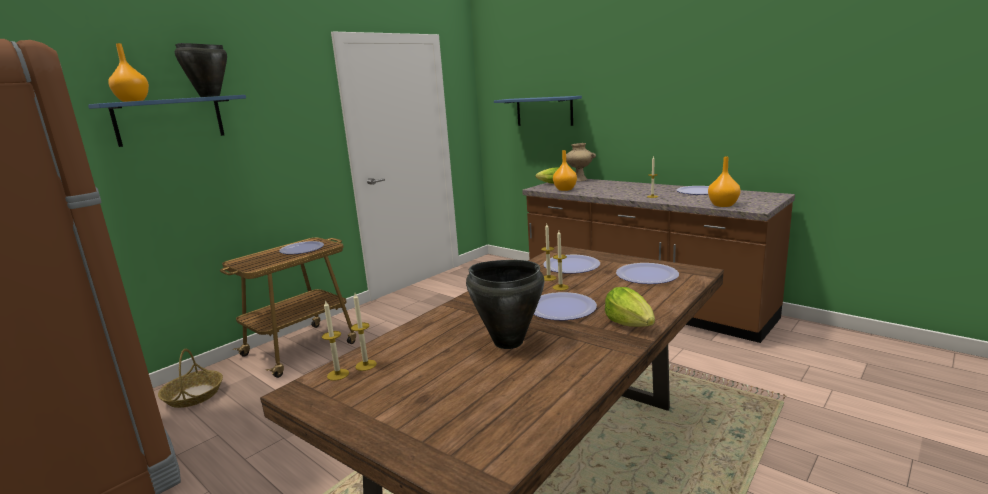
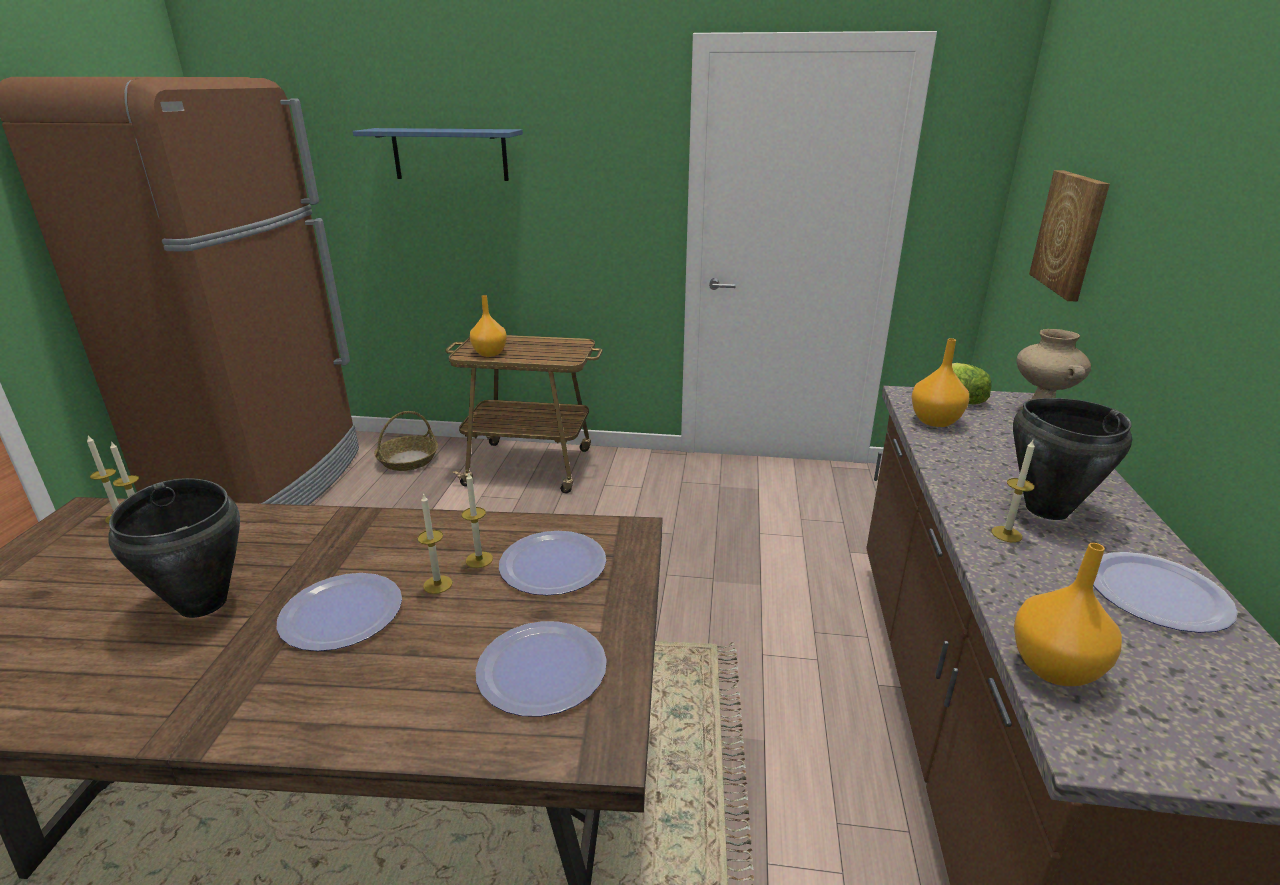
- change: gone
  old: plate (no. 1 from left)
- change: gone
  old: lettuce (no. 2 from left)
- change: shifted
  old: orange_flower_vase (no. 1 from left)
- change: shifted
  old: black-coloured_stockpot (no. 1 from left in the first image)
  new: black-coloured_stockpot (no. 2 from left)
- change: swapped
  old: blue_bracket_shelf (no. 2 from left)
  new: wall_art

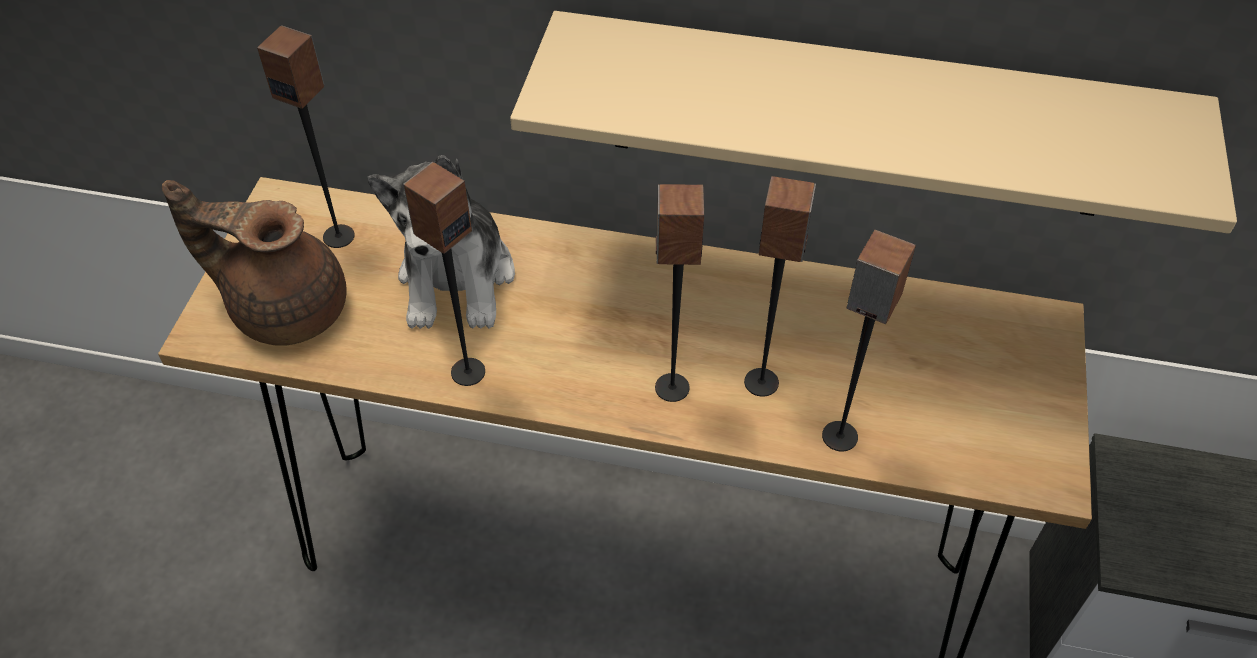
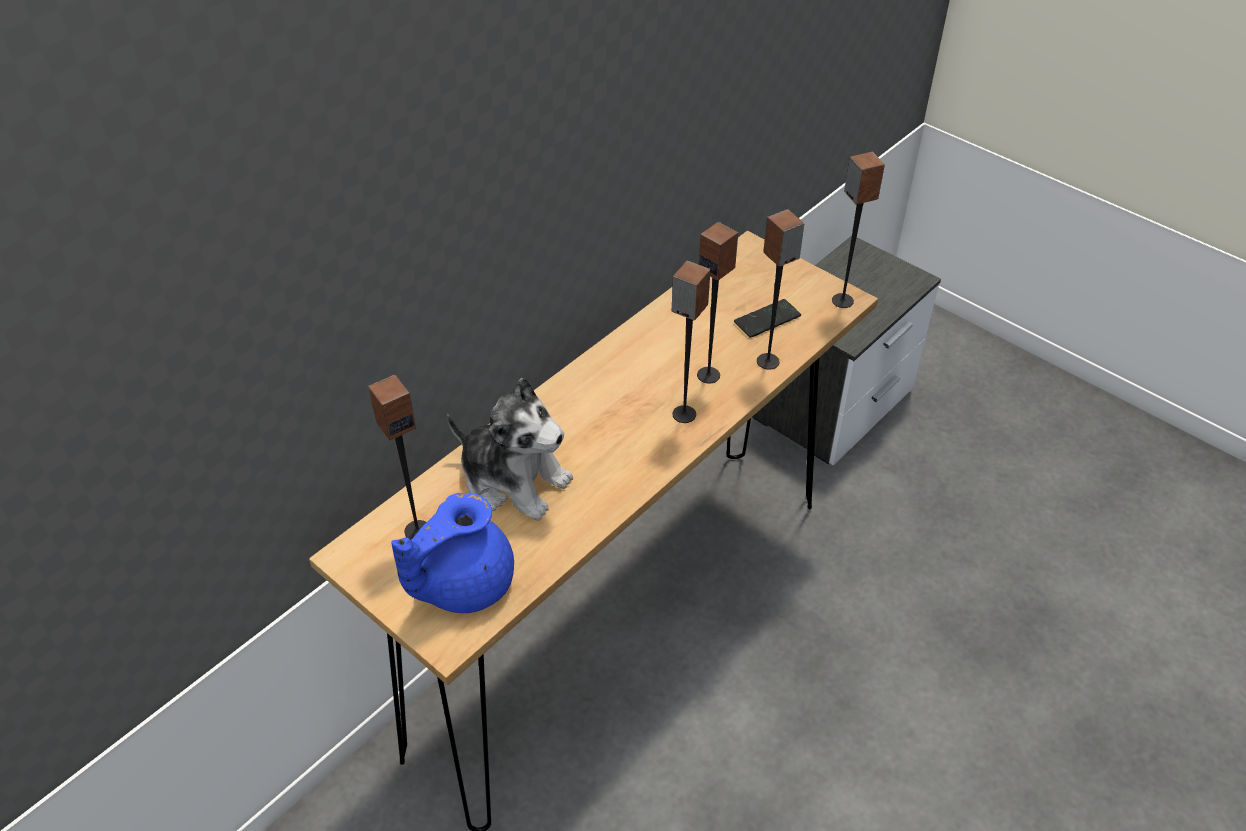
- change: gone
  old: beige_bracket_shelf
- change: new
  new: phone
- change: shifted
  old: speaker (no. 2 from left in the first image)
  new: speaker (no. 5 from left)
- change: repainted
  old: brown-coloured_teapot
  new: blue_teapot

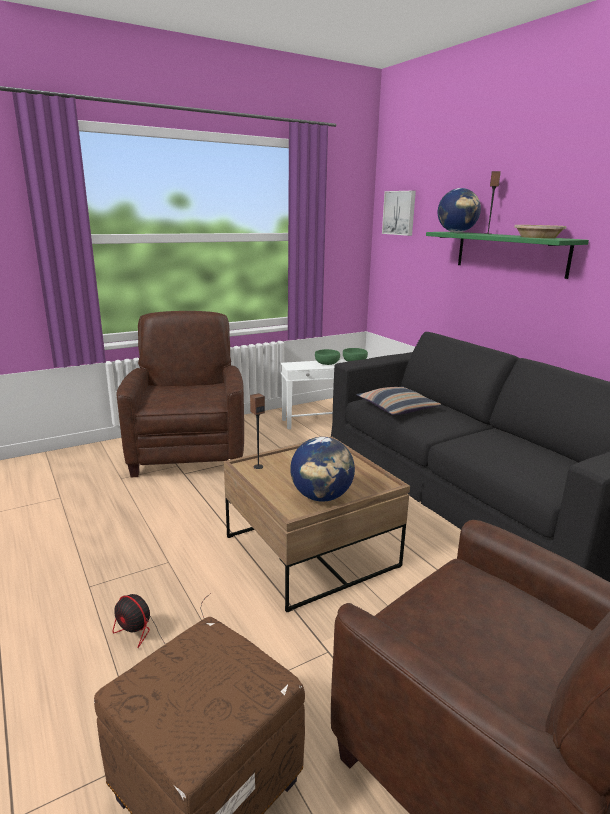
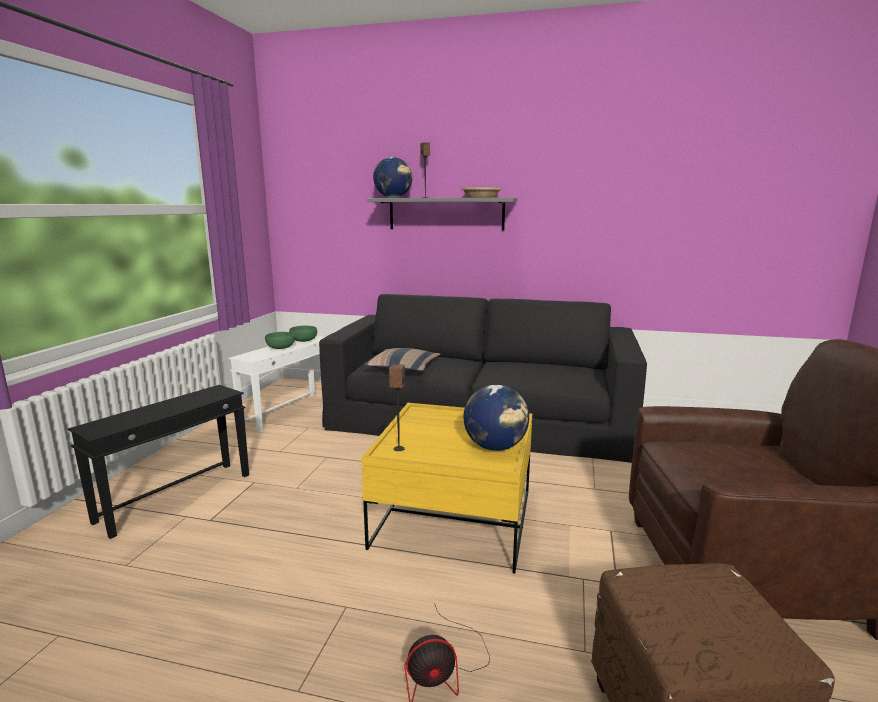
- change: gone
  old: wall_art
- change: swapped
  old: brown-coloured_lounge_chair (no. 1 from left)
  new: black-coloured_accent_table
- change: repainted
  old: brown-coloured_coffee_table
  new: yellow-coloured_coffee_table
- change: repainted
  old: green-coloured_bracket_shelf
  new: grey_bracket_shelf

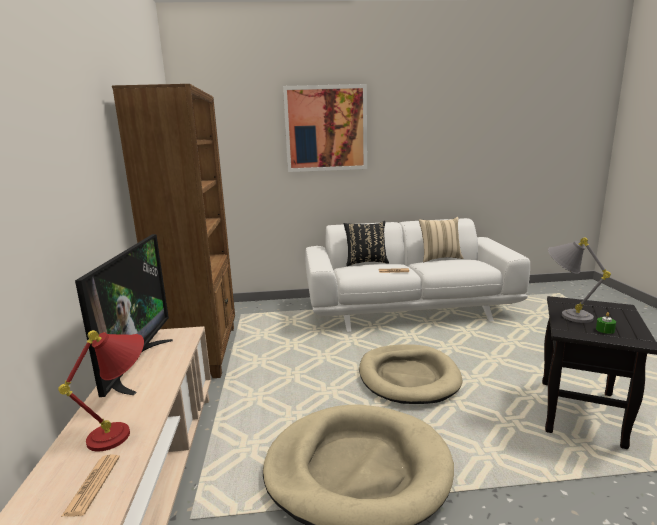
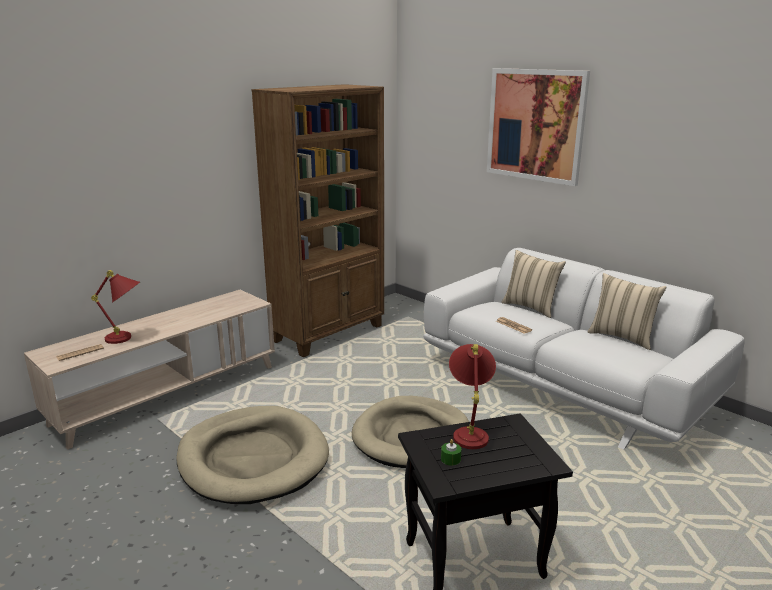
- change: gone
  old: TV
- change: repainted
  old: black-coloured_throw_pillow
  new: beige_throw_pillow (no. 1 from left)
- change: repainted
  old: grey_table_lamp
  new: reddish_table_lamp (no. 2 from left)

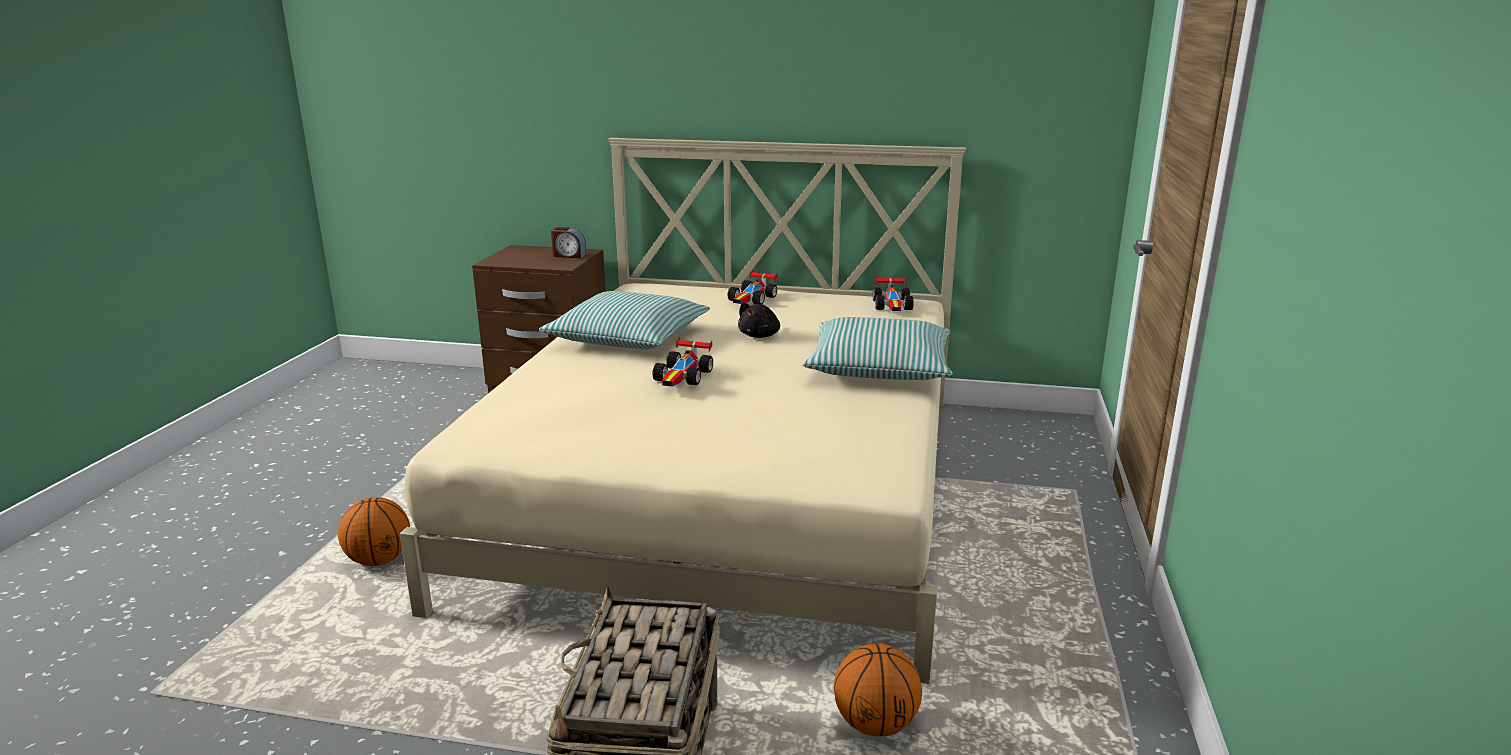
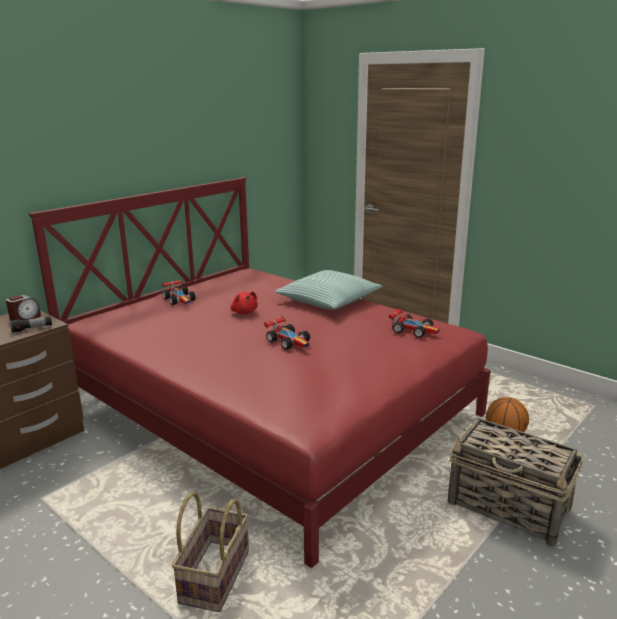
- change: gone
  old: throw_pillow (no. 1 from left)
- change: new
  new: flashlight
- change: shifted
  old: model_car (no. 3 from left)
- change: swapped
  old: basketball_ball (no. 1 from left)
  new: household_basket (no. 1 from left)
- change: repainted
  old: beige_bed
  new: reddish_bed
- change: repainted
  old: black-coloured_cuddly_toy
  new: reddish_cuddly_toy

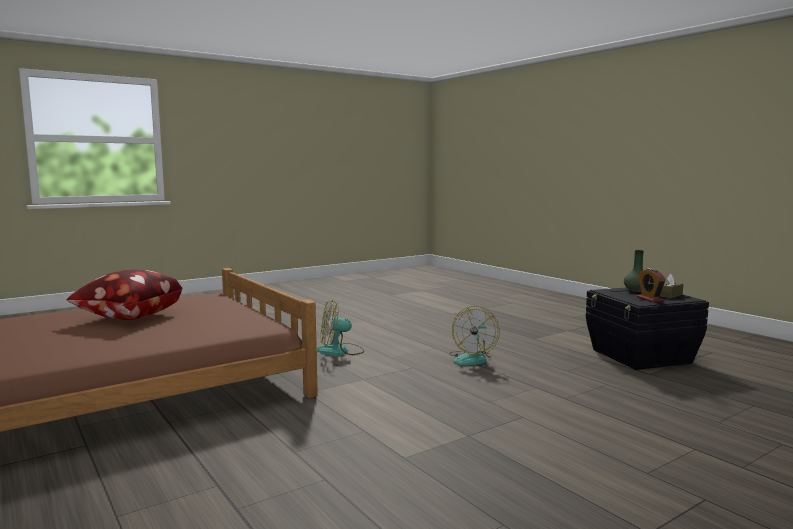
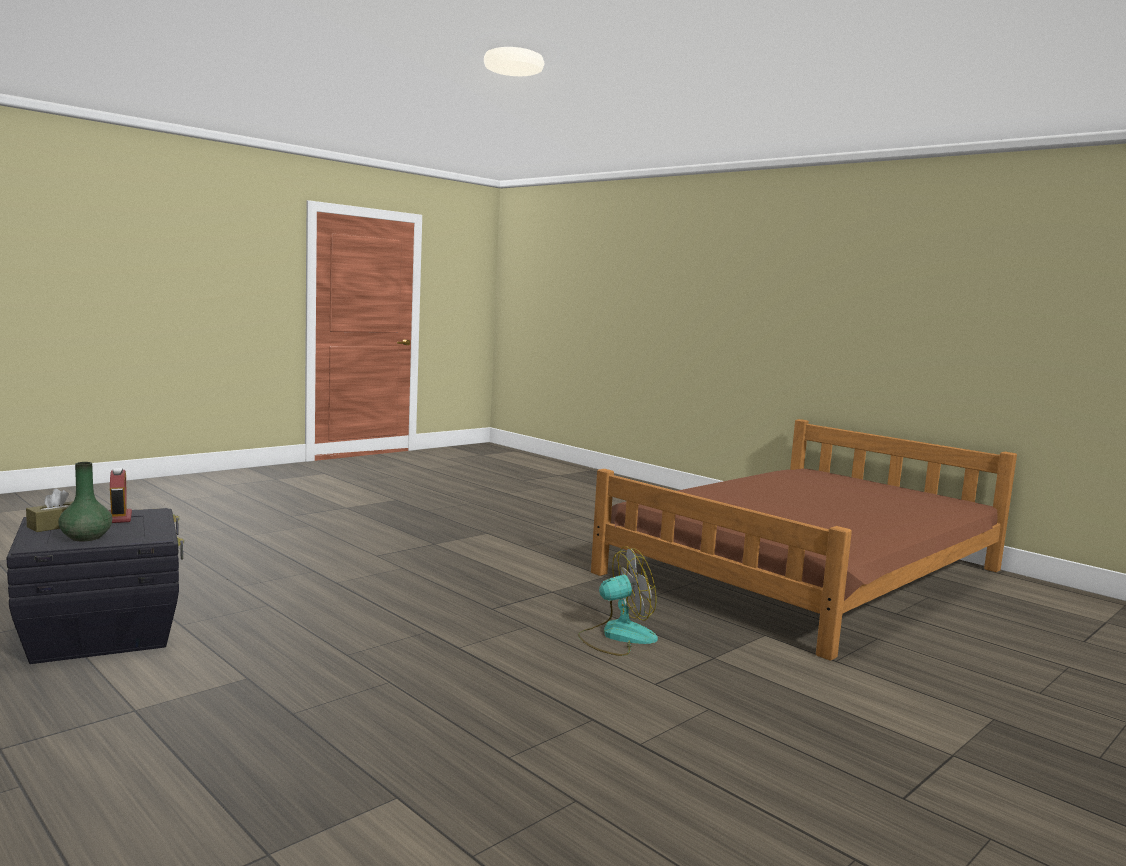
- change: gone
  old: throw_pillow
- change: gone
  old: fan (no. 2 from left)

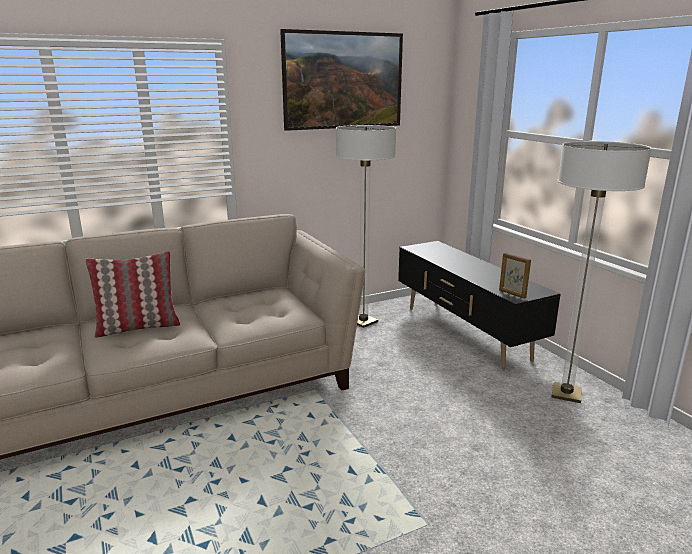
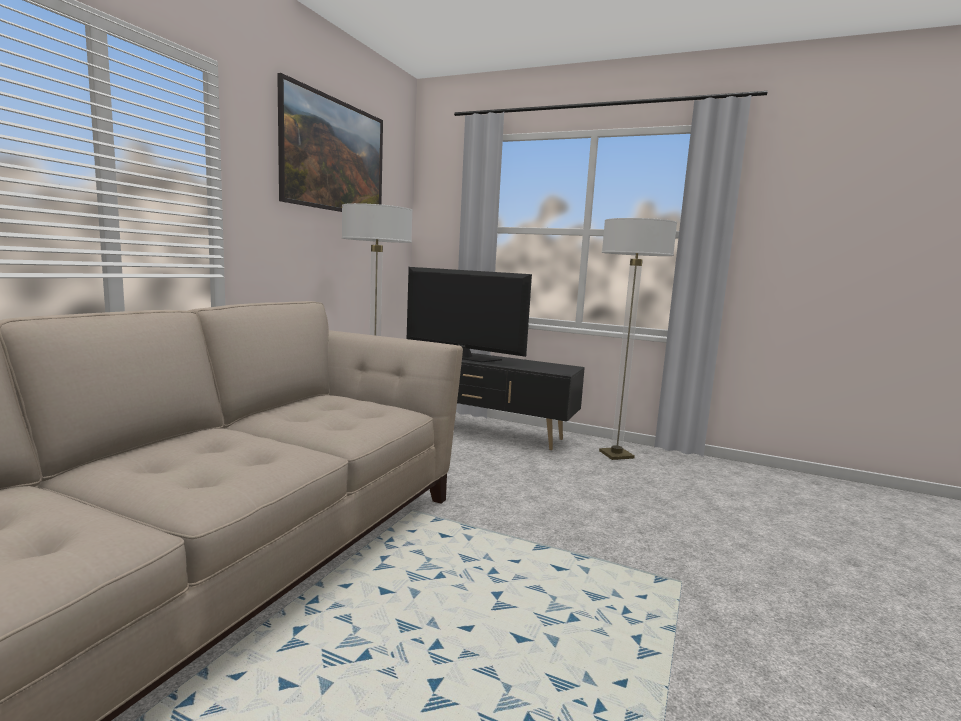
- change: gone
  old: throw_pillow
- change: gone
  old: picture_frame
- change: new
  new: TV

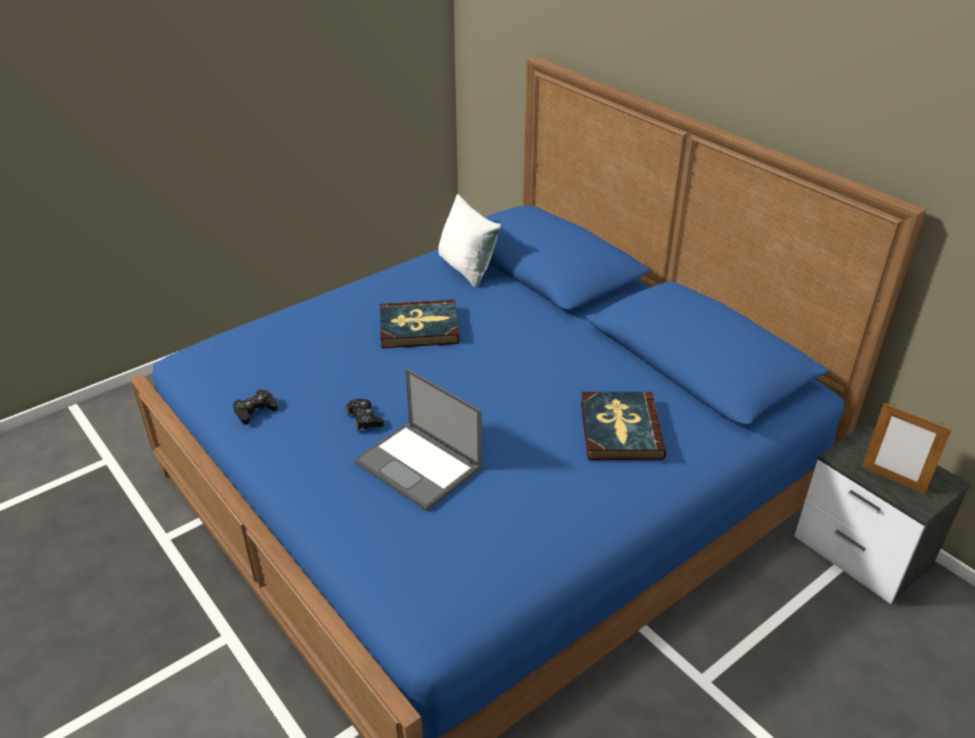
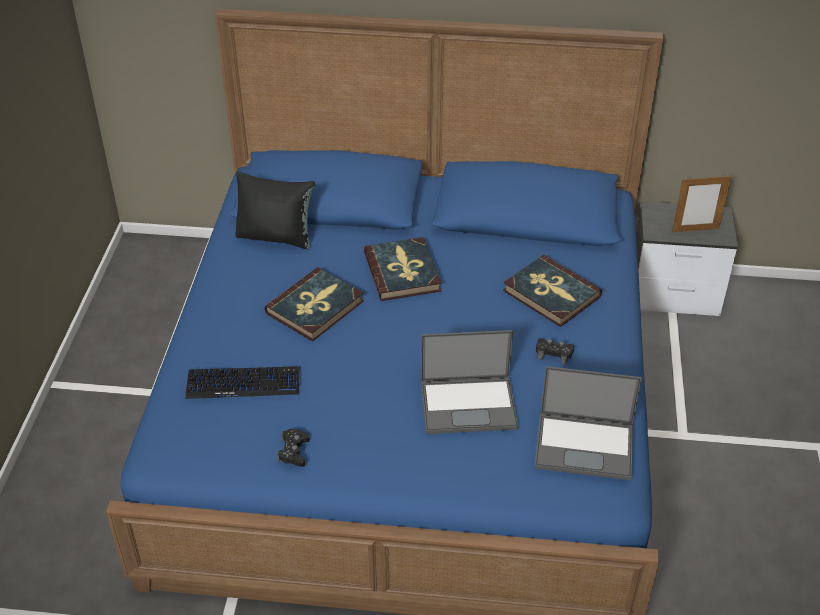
- change: new
  new: computer_keyboard
- change: new
  new: bound_book (no. 2 from left)
- change: new
  new: laptop (no. 2 from left)
- change: shifted
  old: black-coloured_gamepad (no. 2 from left)
- change: repainted
  old: whitish_throw_pillow
  new: black-coloured_throw_pillow

